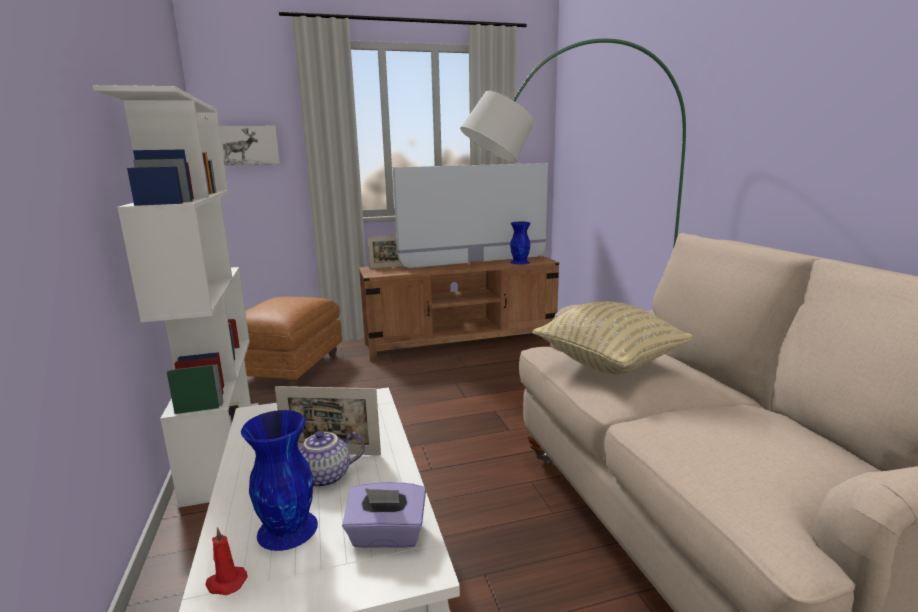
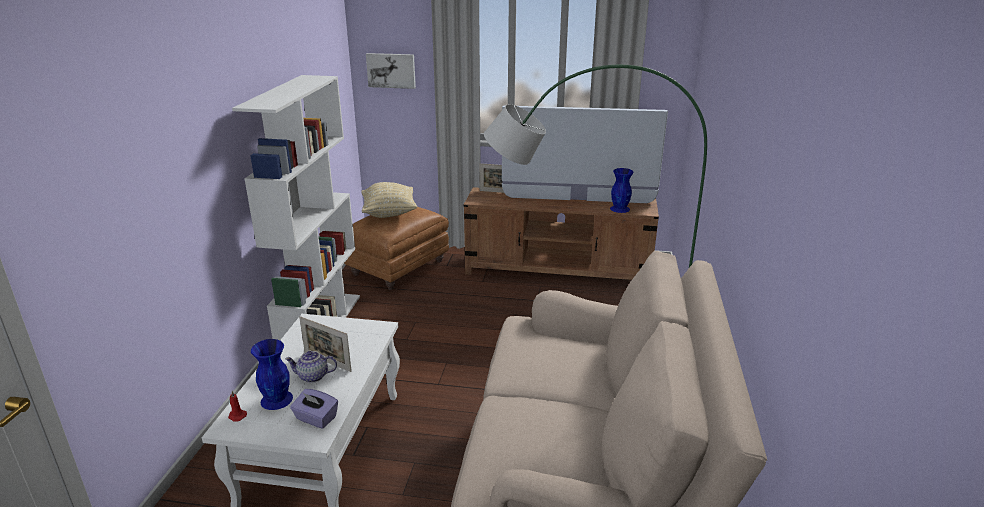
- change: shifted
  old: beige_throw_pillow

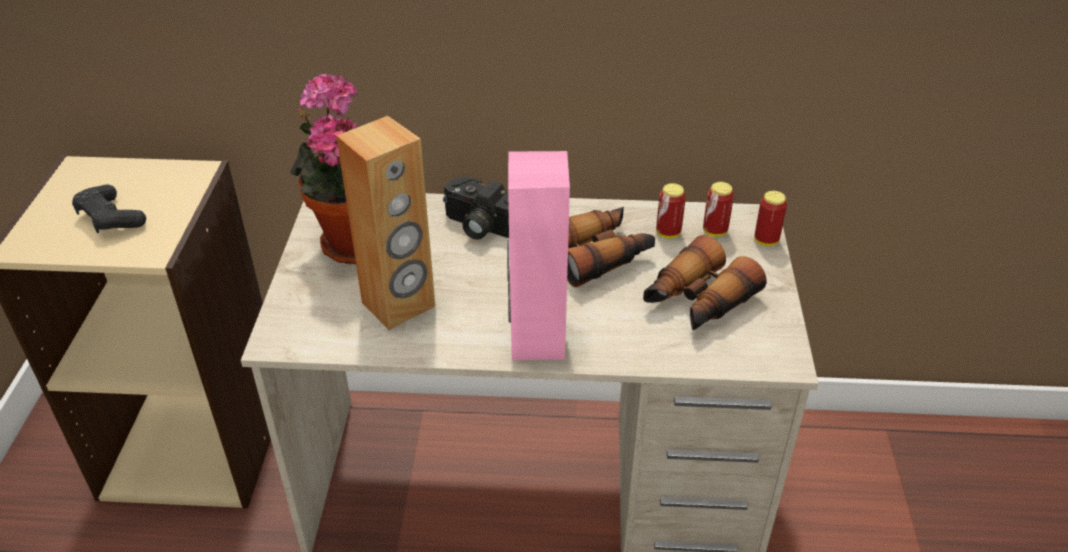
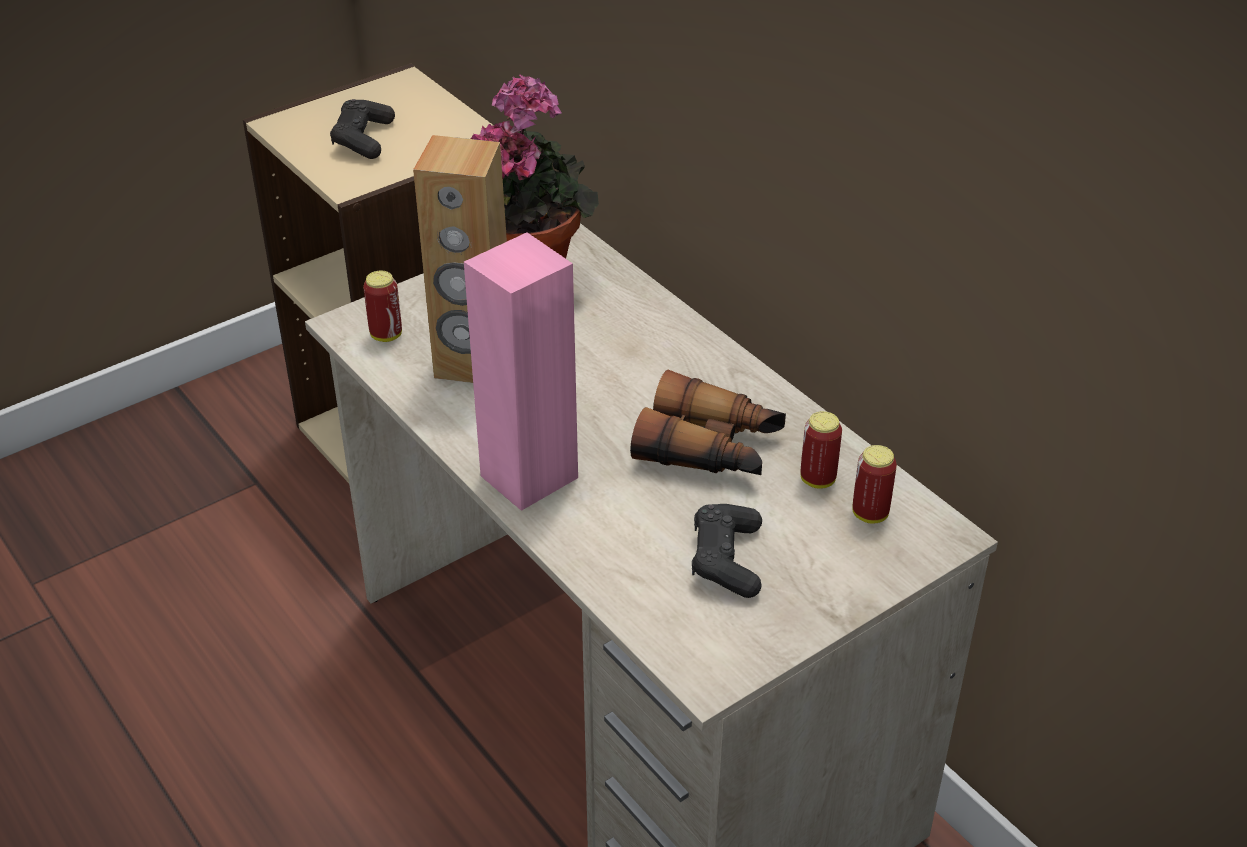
- change: gone
  old: photo_camera
- change: shifted
  old: sealed_can (no. 3 from left in the first image)
  new: sealed_can (no. 1 from left)
- change: swapped
  old: binoculars (no. 2 from left)
  new: black-coloured_gamepad (no. 2 from left)

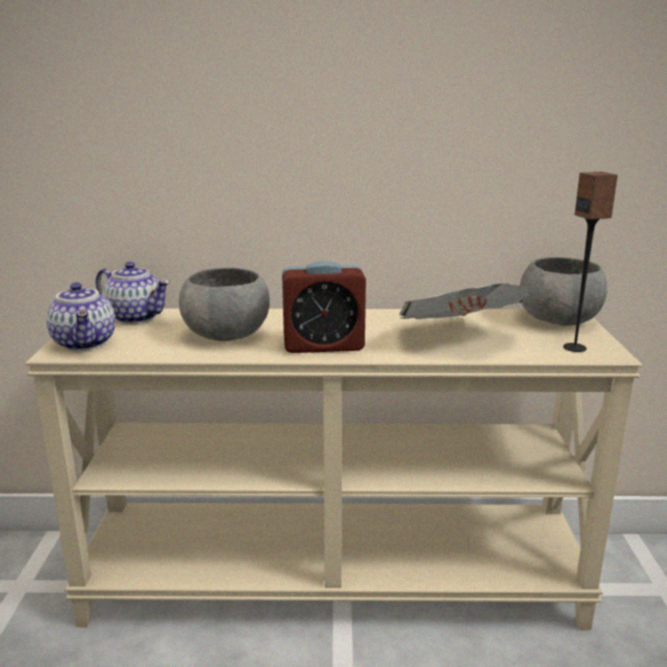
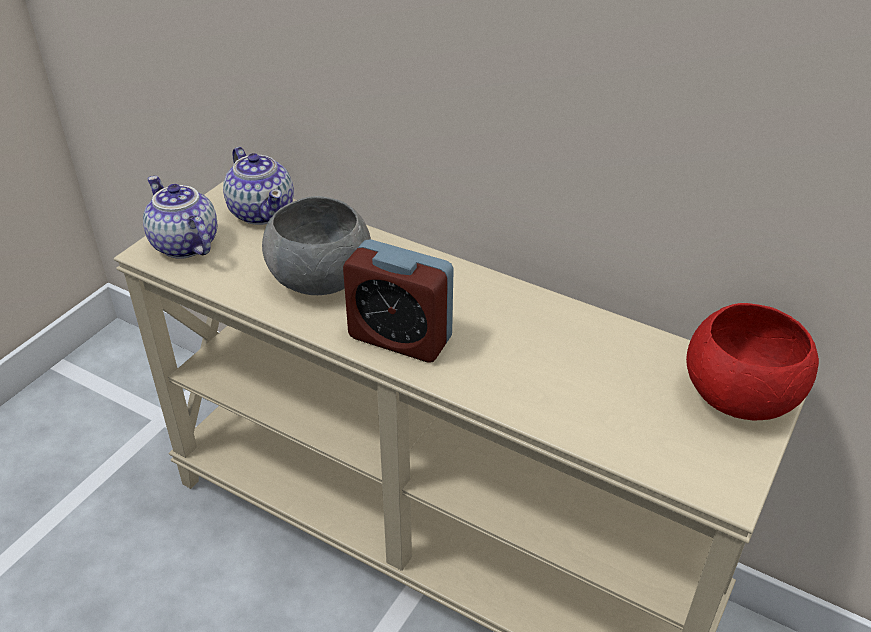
- change: gone
  old: printed_paper
- change: gone
  old: speaker
- change: repainted
  old: grey_bowl (no. 2 from left)
  new: reddish_bowl
- change: rotated
  old: teapot (no. 1 from left)
  degrees: 135

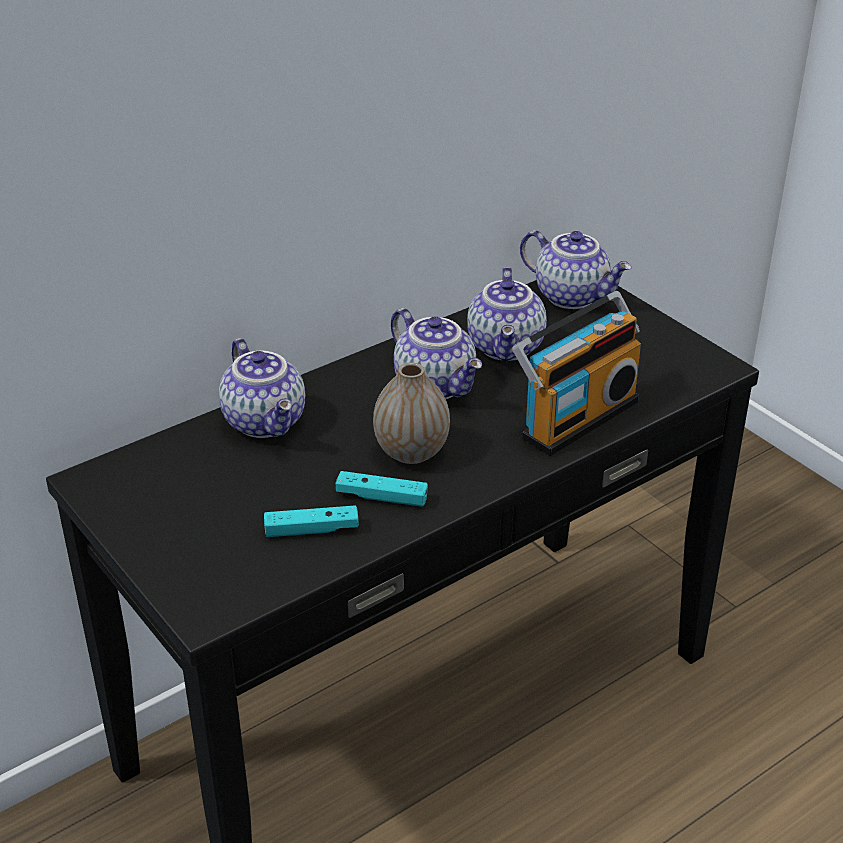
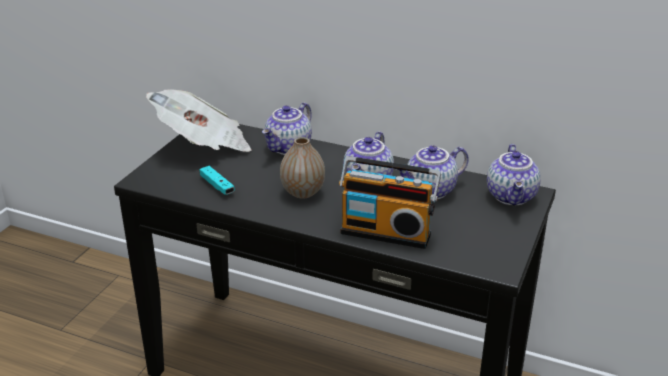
- change: gone
  old: blue-green_gamepad (no. 2 from left)
- change: new
  new: printed_paper

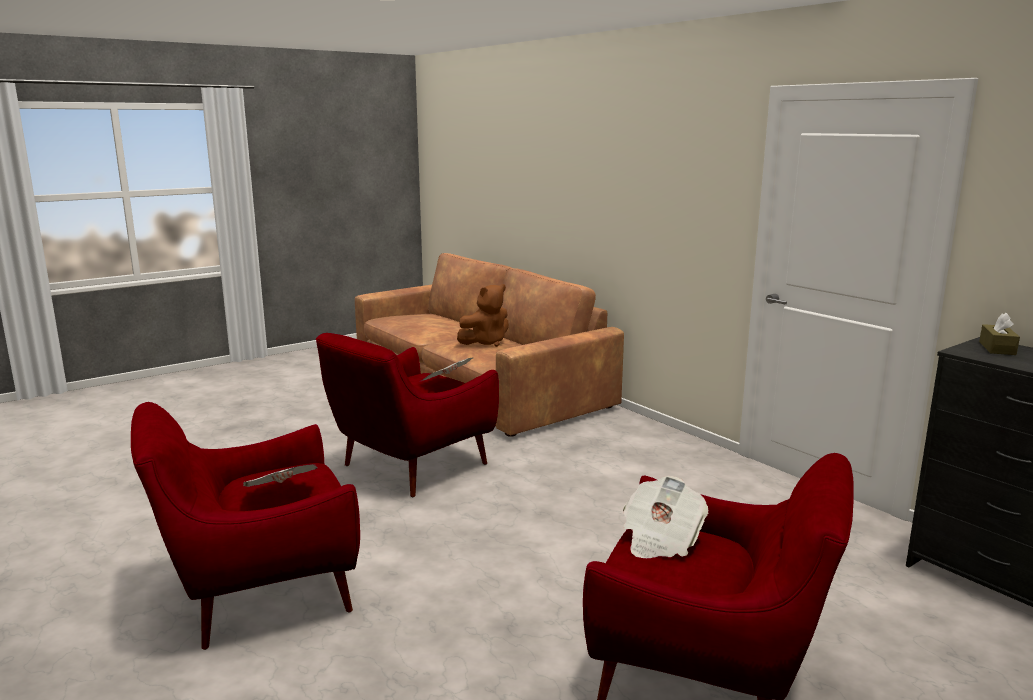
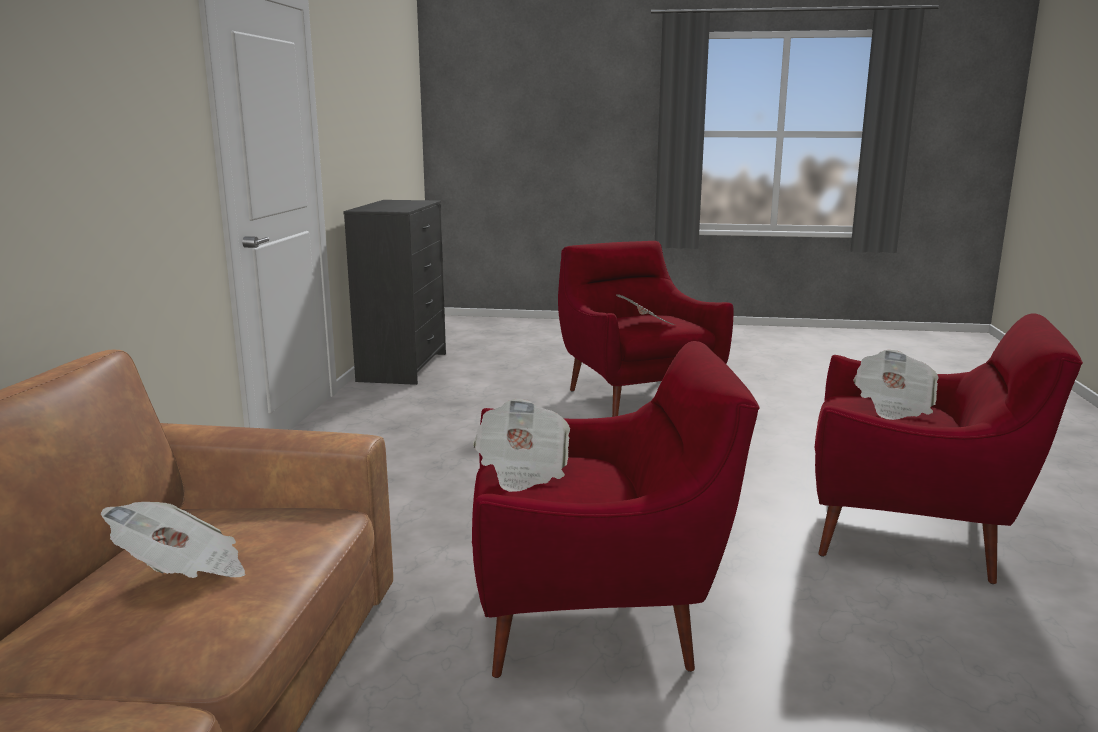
- change: gone
  old: brown-coloured_box_of_tissues
- change: swapped
  old: brown-coloured_cuddly_toy
  new: printed_paper (no. 1 from left)

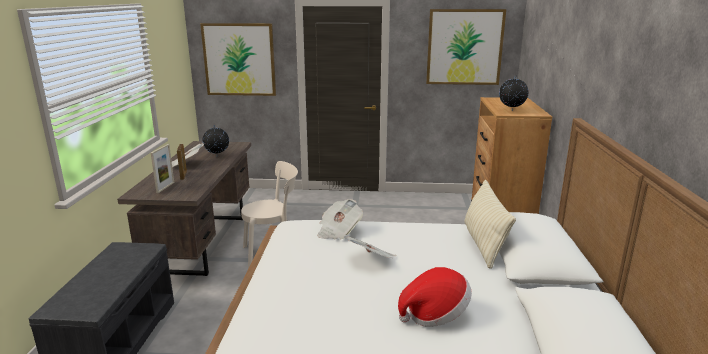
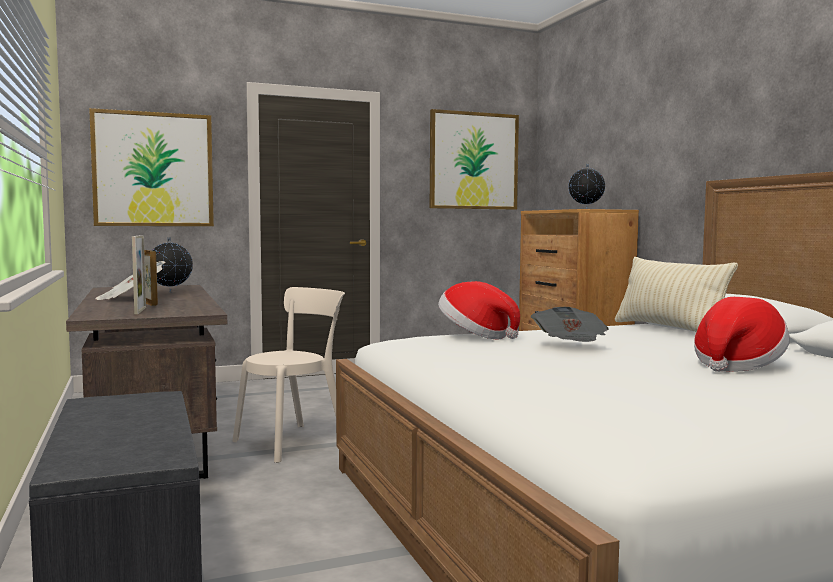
- change: swapped
  old: printed_paper (no. 2 from left)
  new: clothing_hat (no. 1 from left)

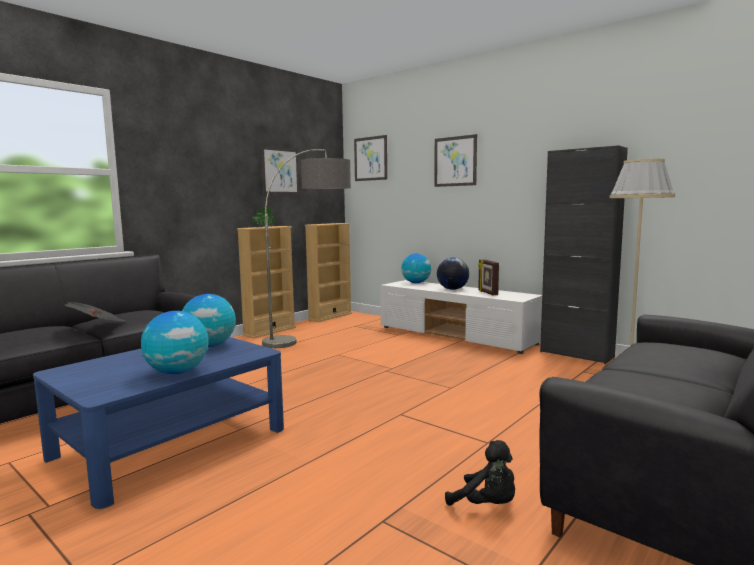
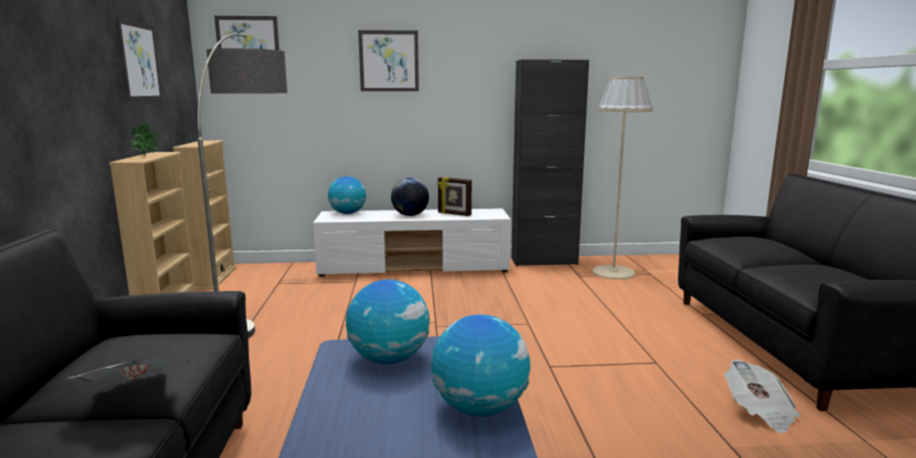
- change: swapped
  old: black-coloured_cuddly_toy
  new: printed_paper (no. 2 from left)

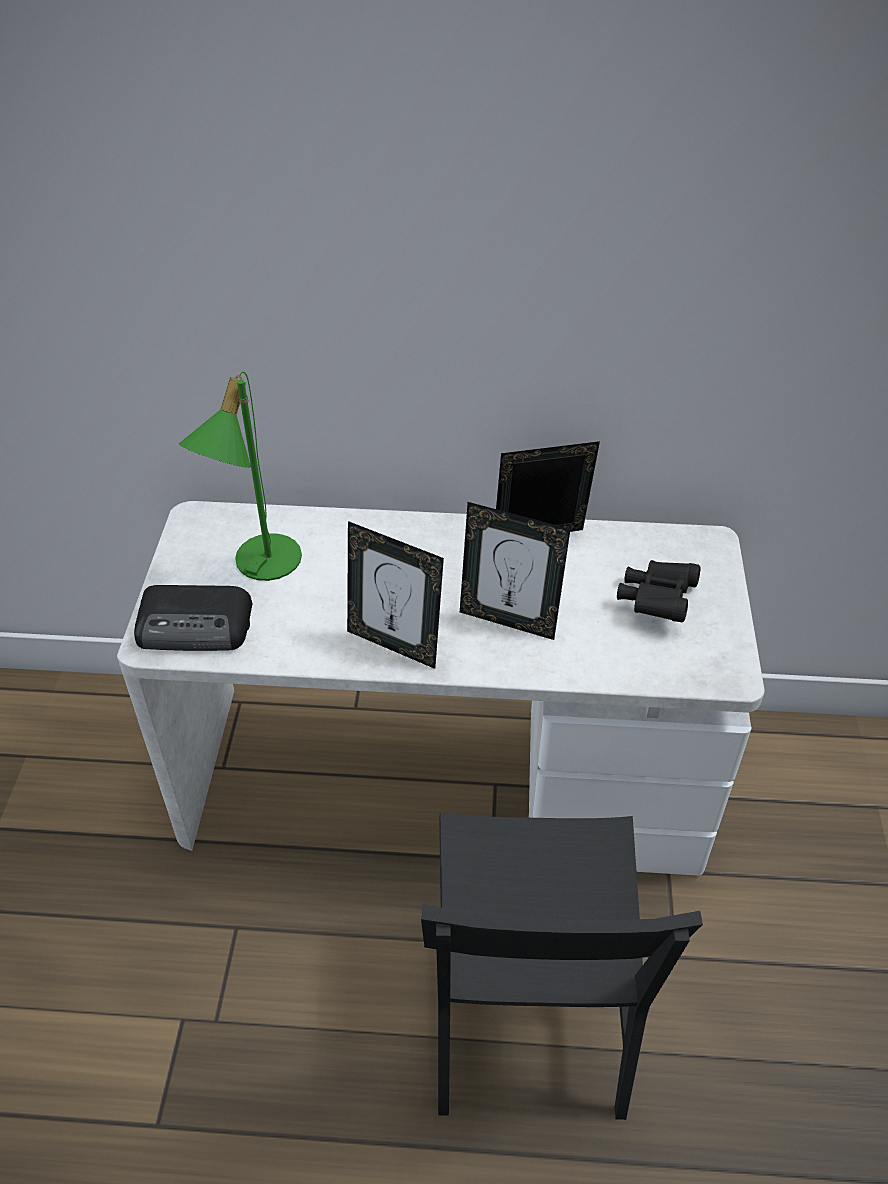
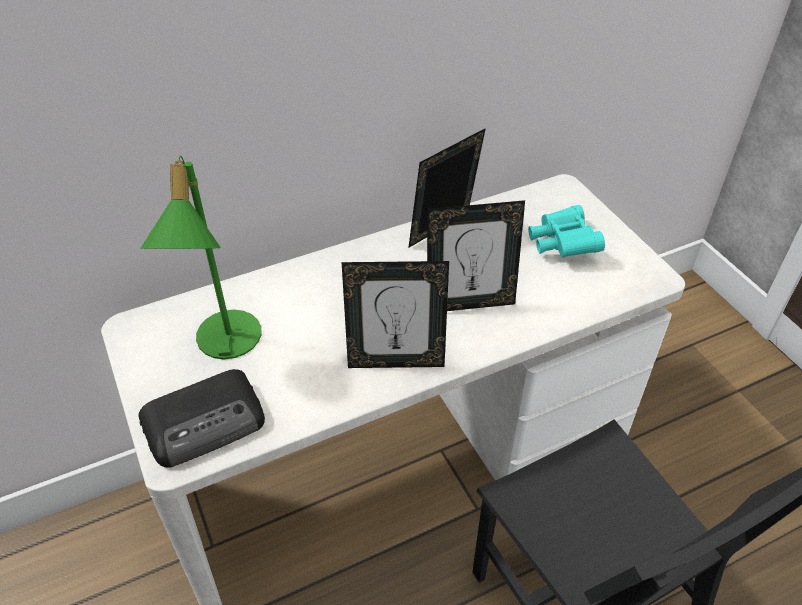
- change: repainted
  old: black-coloured_binoculars
  new: blue-green_binoculars

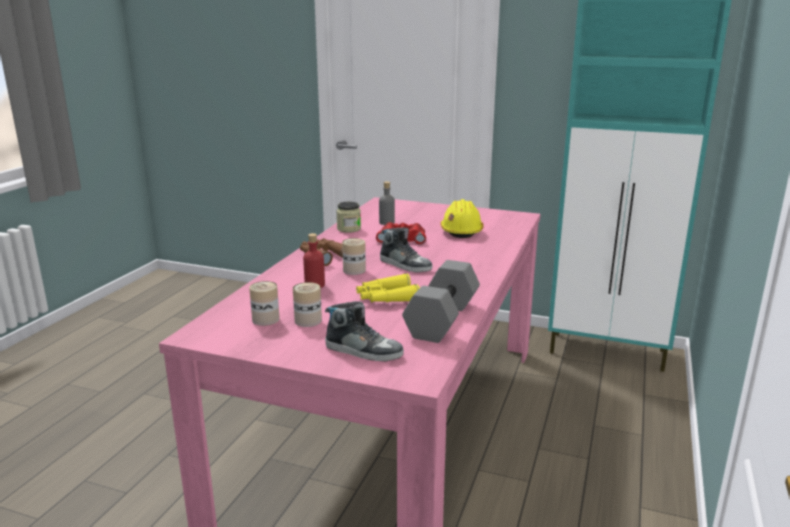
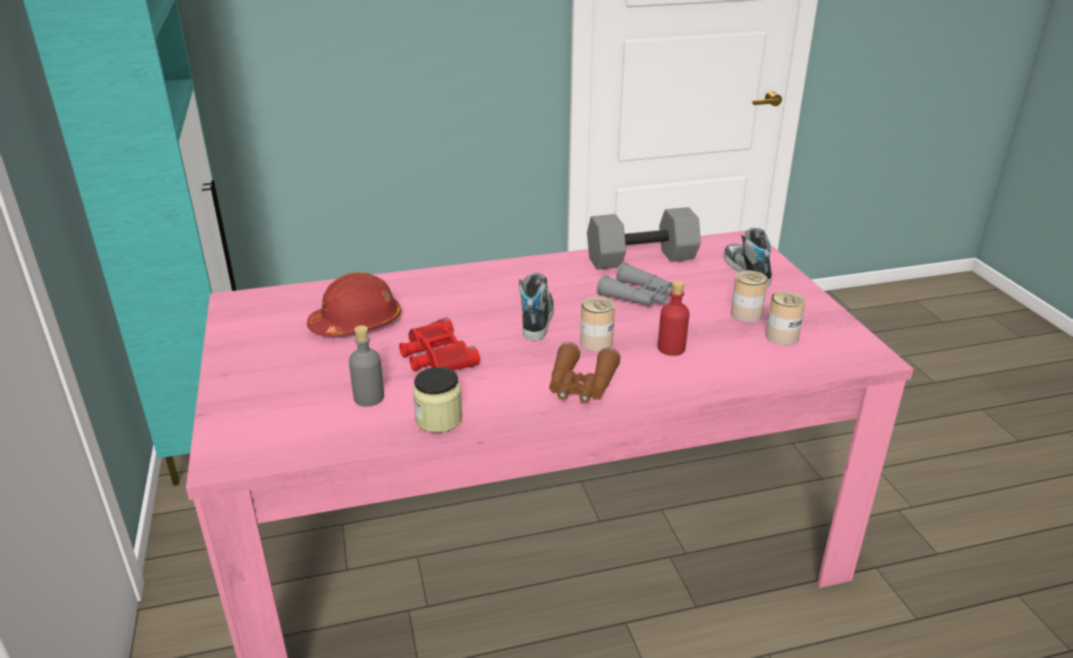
- change: repainted
  old: yellow-coloured_binoculars
  new: grey_binoculars
- change: repainted
  old: yellow-coloured_work_helmet
  new: reddish_work_helmet

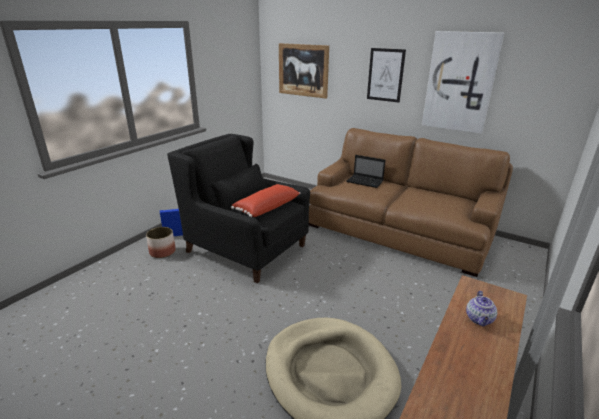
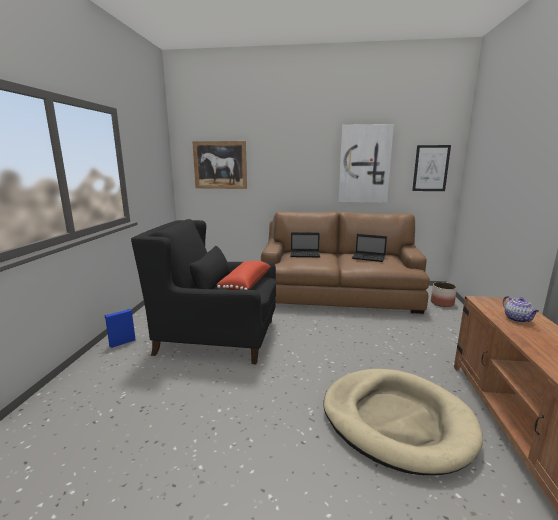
- change: new
  new: laptop (no. 2 from left)
- change: shifted
  old: planter
- change: shifted
  old: wall_art (no. 2 from left in the first image)
  new: wall_art (no. 3 from left)

